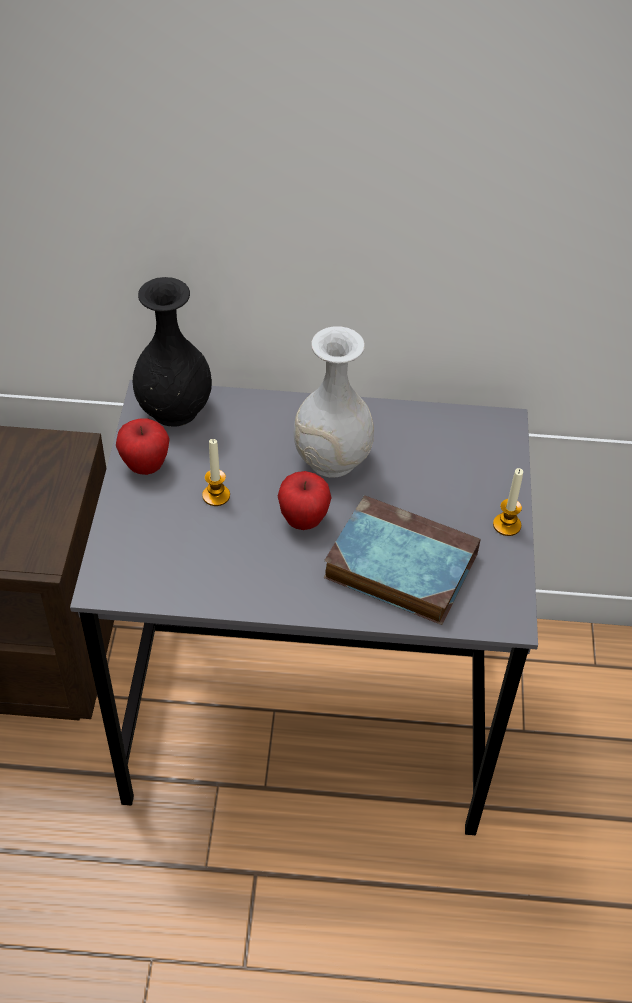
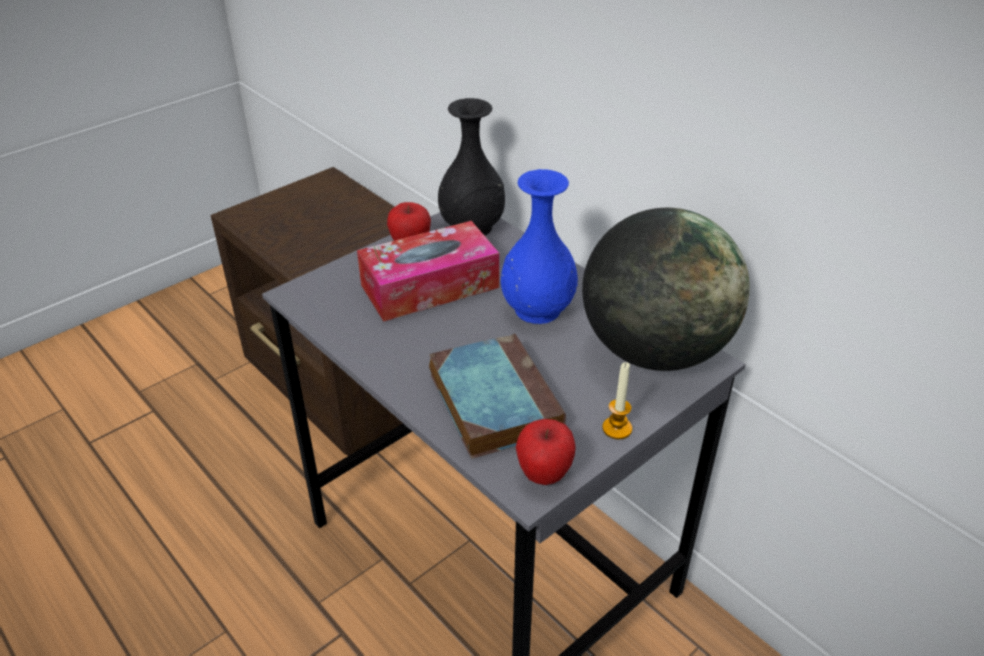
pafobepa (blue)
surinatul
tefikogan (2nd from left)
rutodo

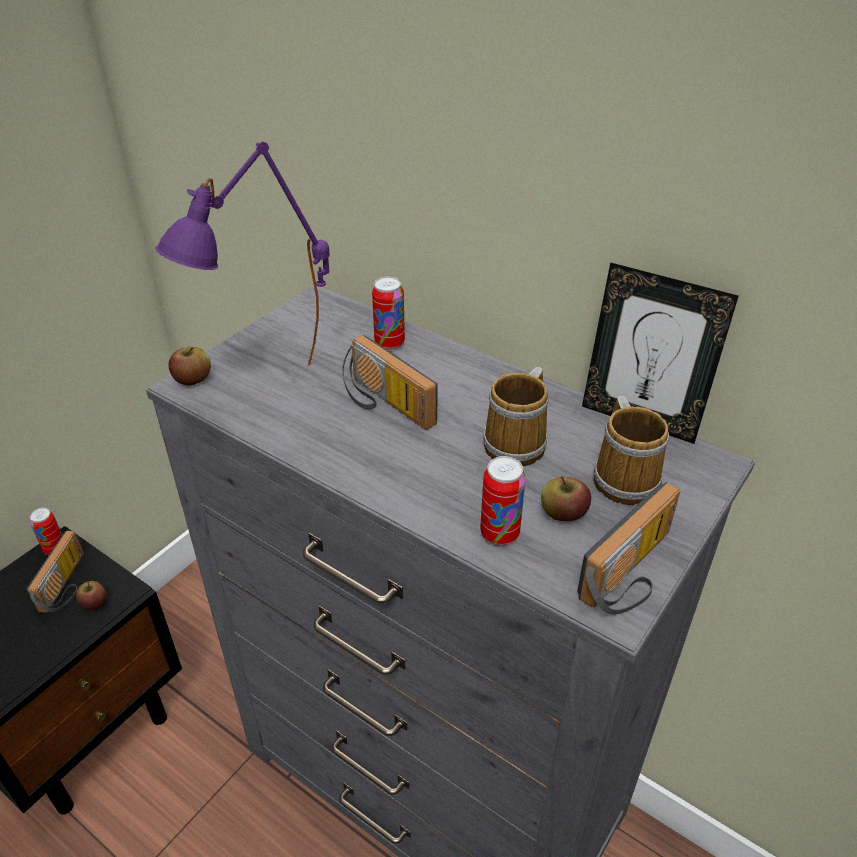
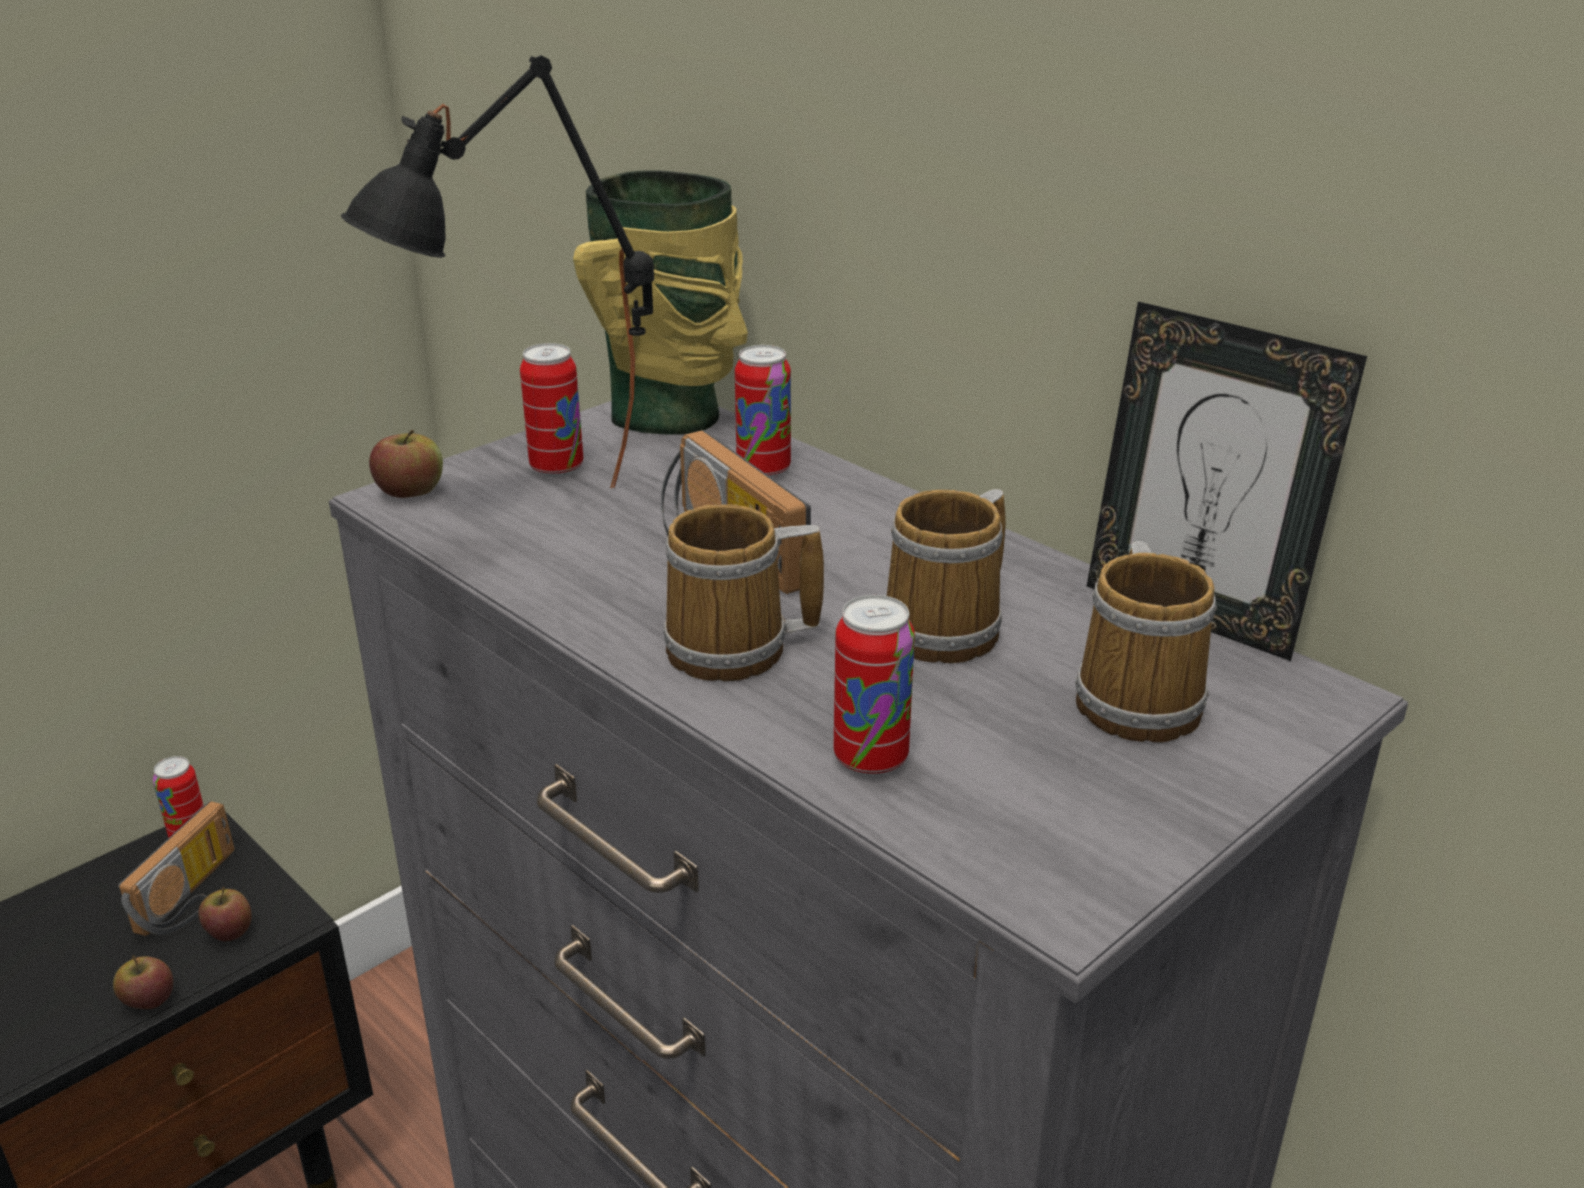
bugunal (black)
tefikogan (1st from left)
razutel (3rd from left in the first image)
pafobepa
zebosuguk (2nd from left)
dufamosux (1st from left)

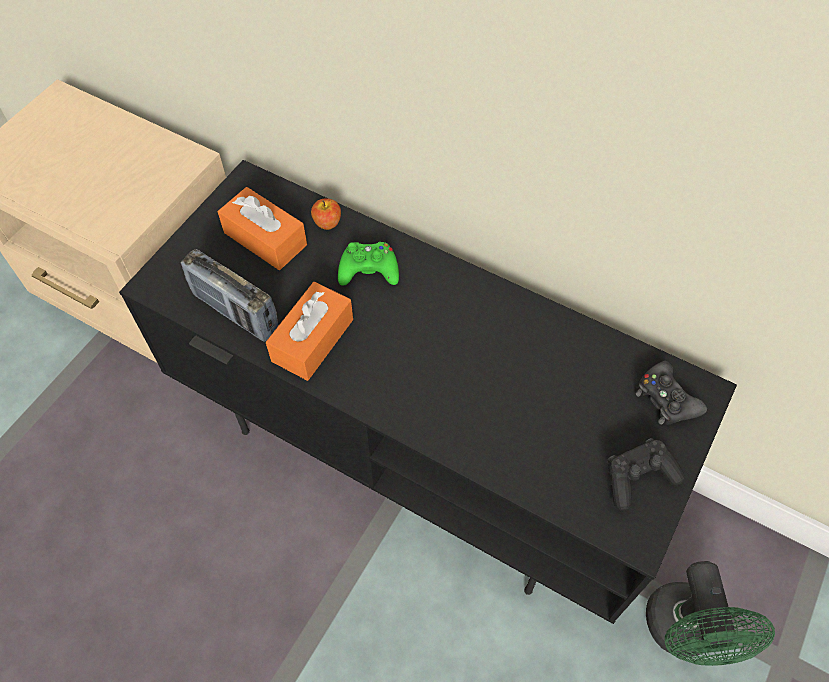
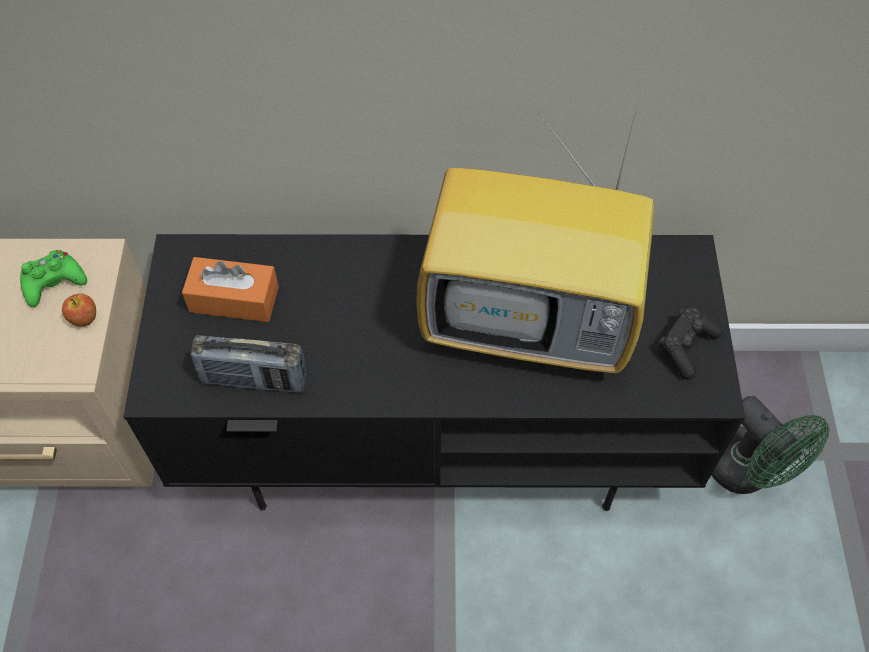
tefikogan
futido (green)
surinatul (orange) (2nd from left in the first image)
futido (black) (2nd from left in the first image)
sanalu

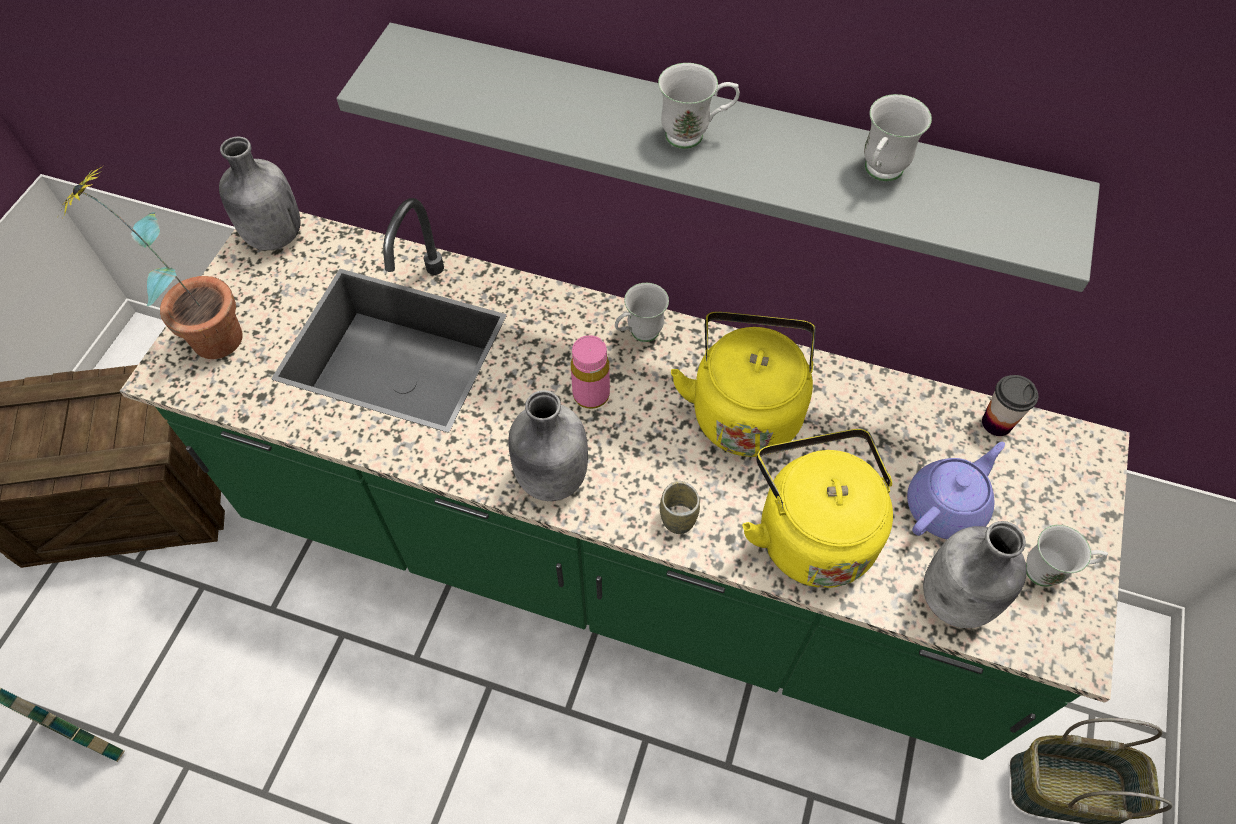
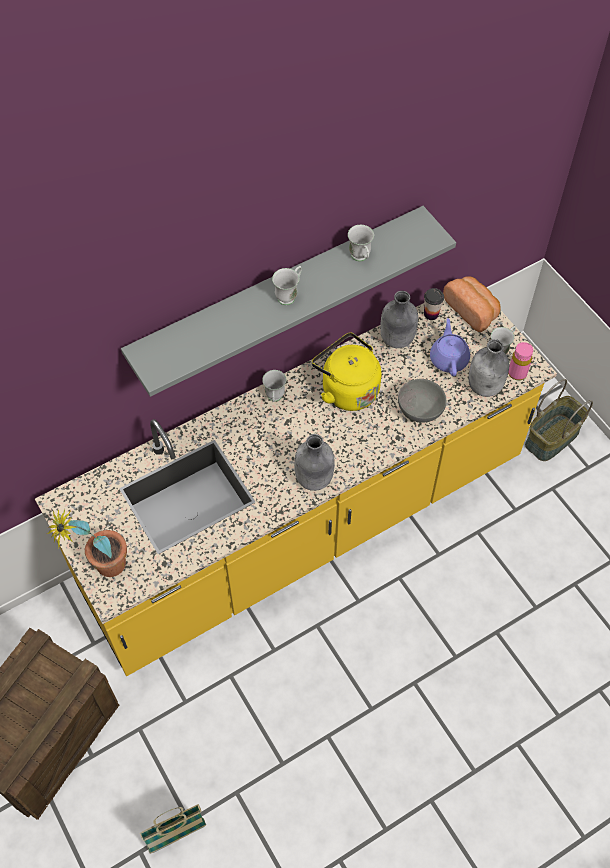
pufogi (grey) (2nd from left)
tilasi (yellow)
pufogi (pink)
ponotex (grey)
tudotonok (1st from left in the first image)
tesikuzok

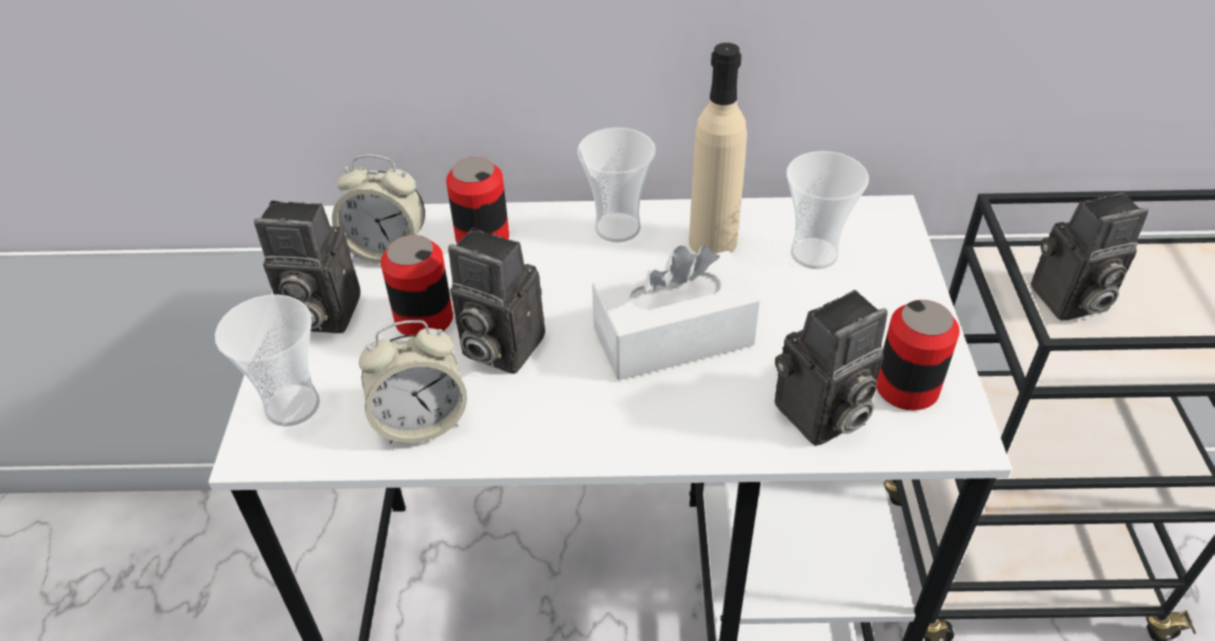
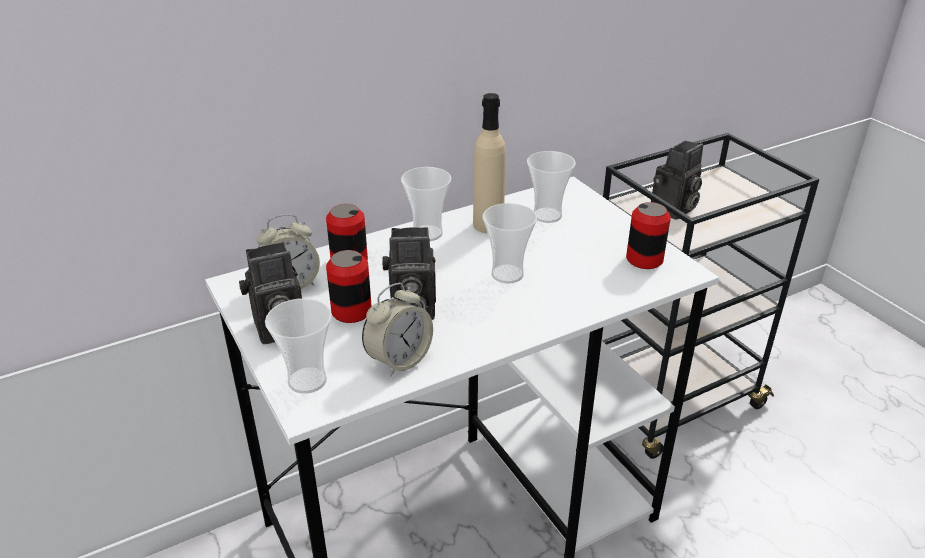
tudotonok (3rd from left)
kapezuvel (3rd from left in the first image)

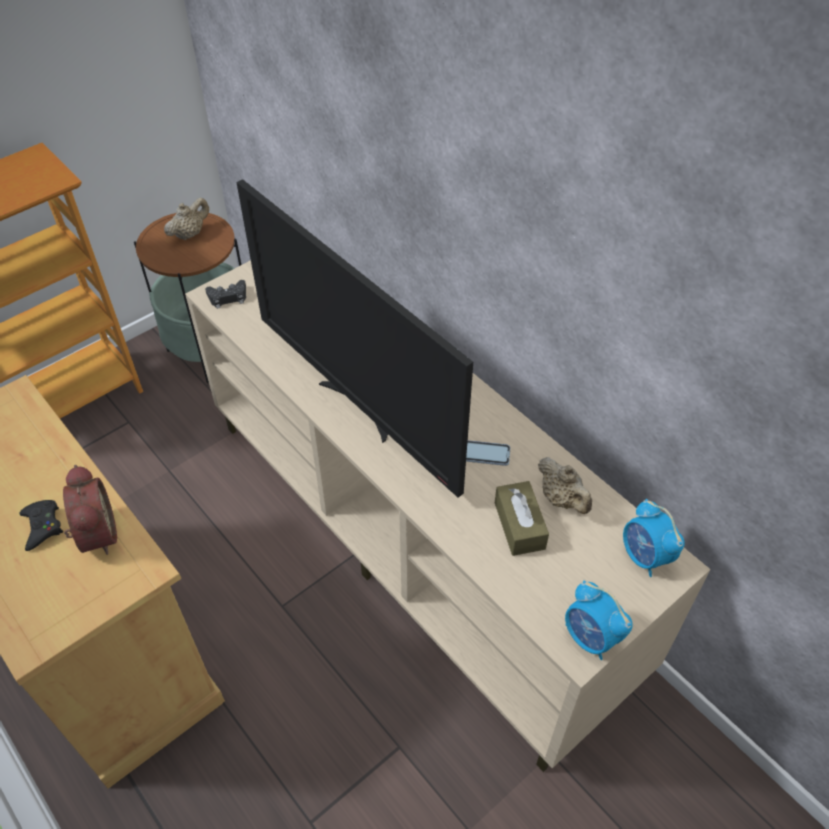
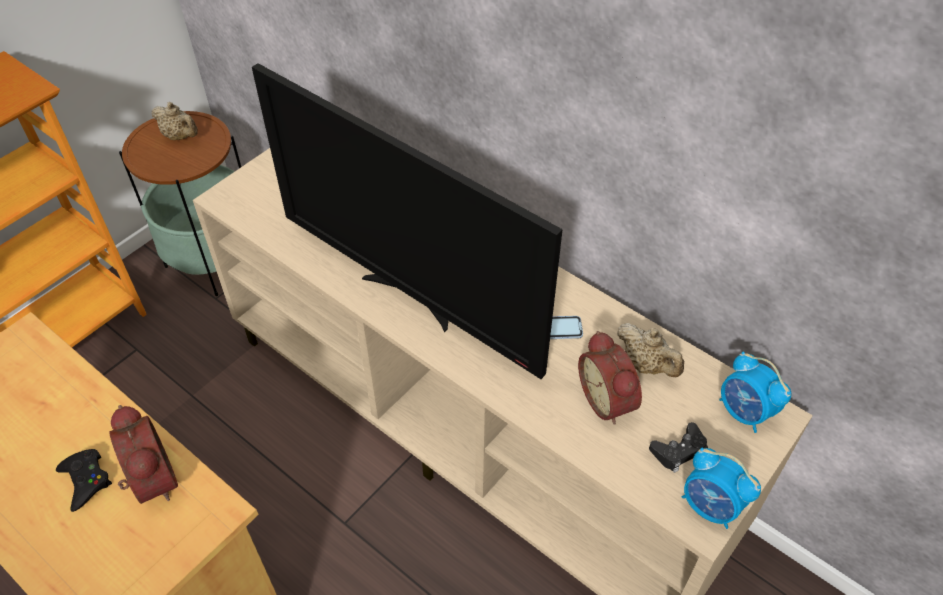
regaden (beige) (1st from left)
futido (black) (2nd from left)
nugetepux (2nd from left)

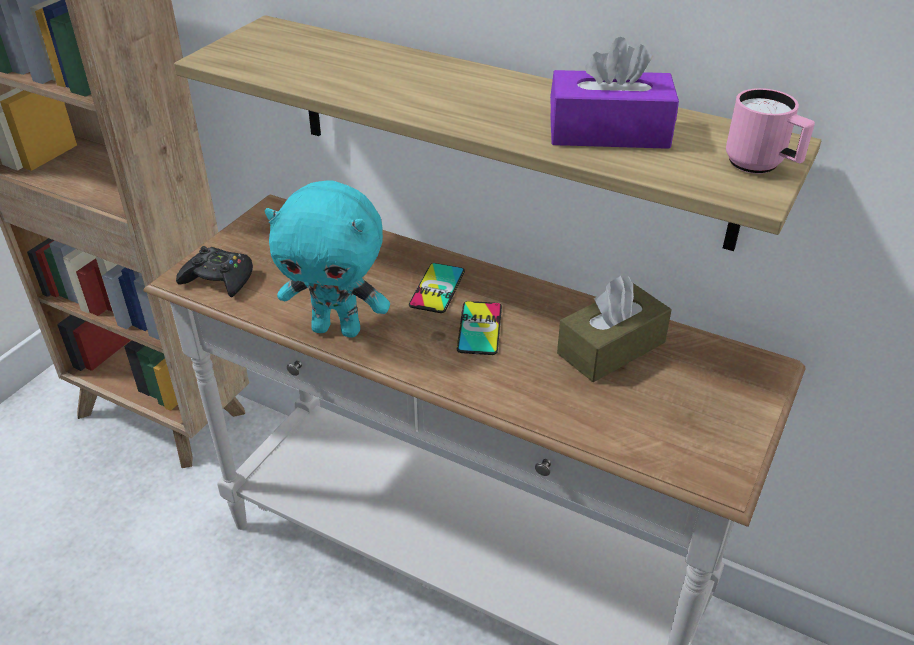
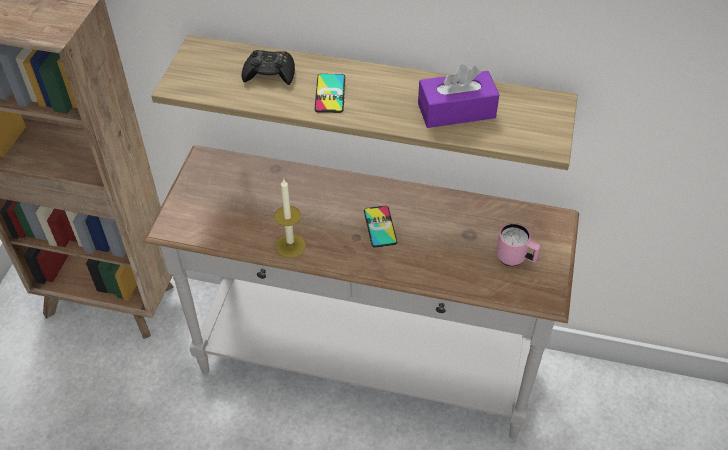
dufamosux (pink)
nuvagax
futido (black)
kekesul (1st from left)
surinatul (brown)

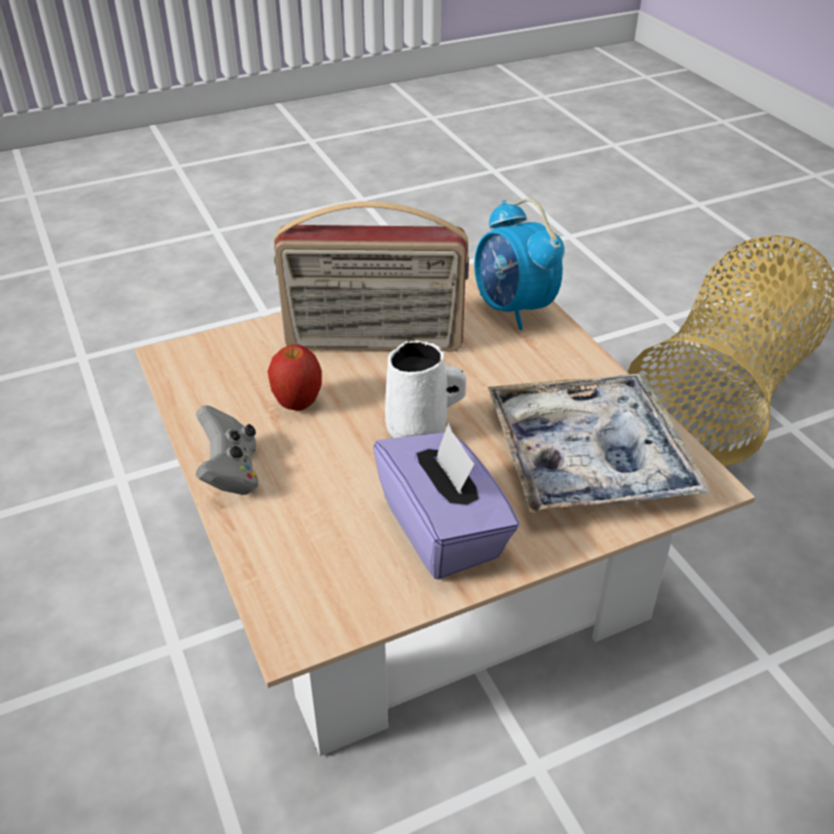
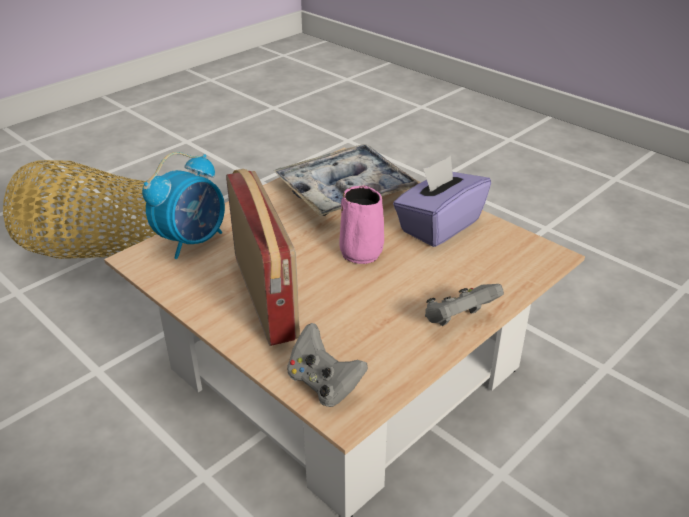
dufamosux (pink)
tefikogan
futido (grey) (1st from left)

